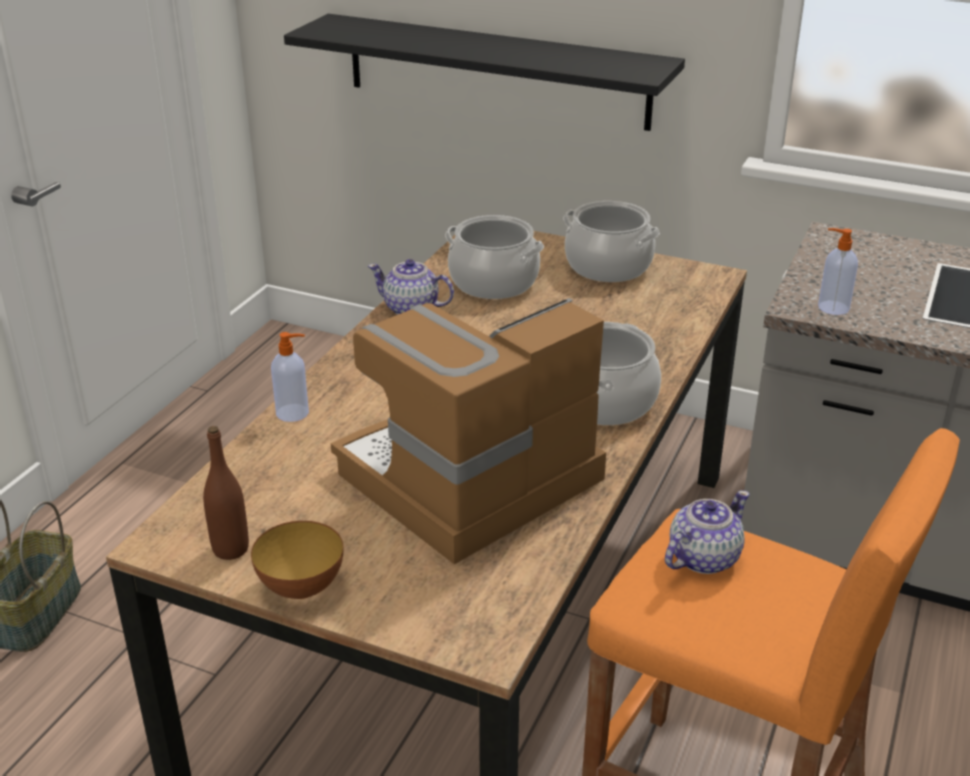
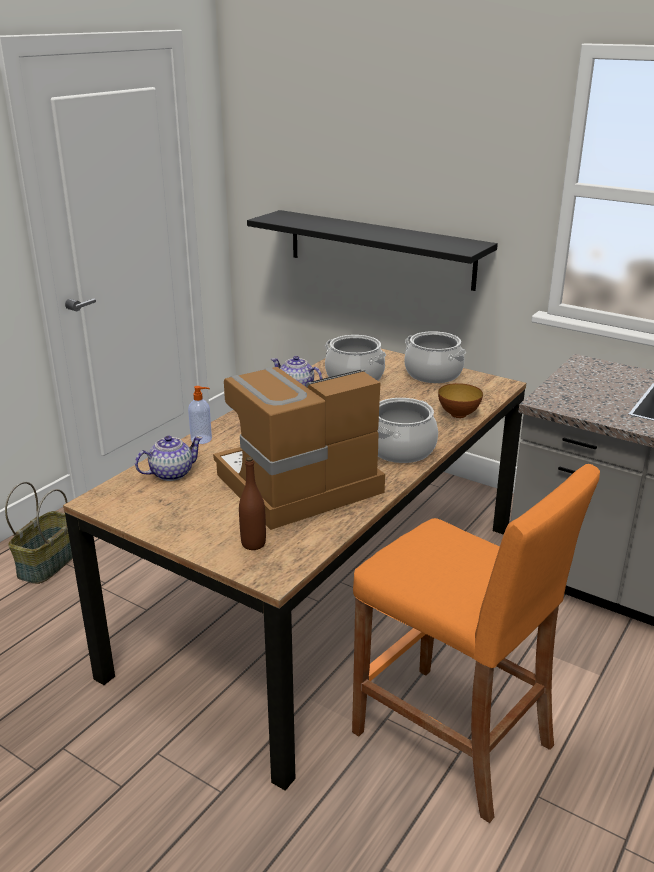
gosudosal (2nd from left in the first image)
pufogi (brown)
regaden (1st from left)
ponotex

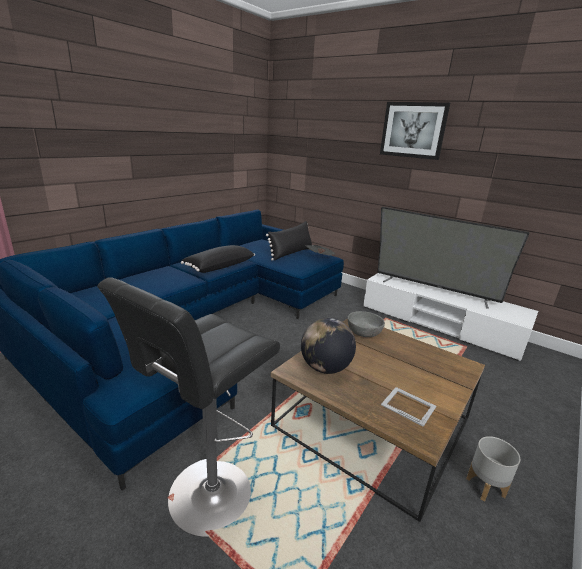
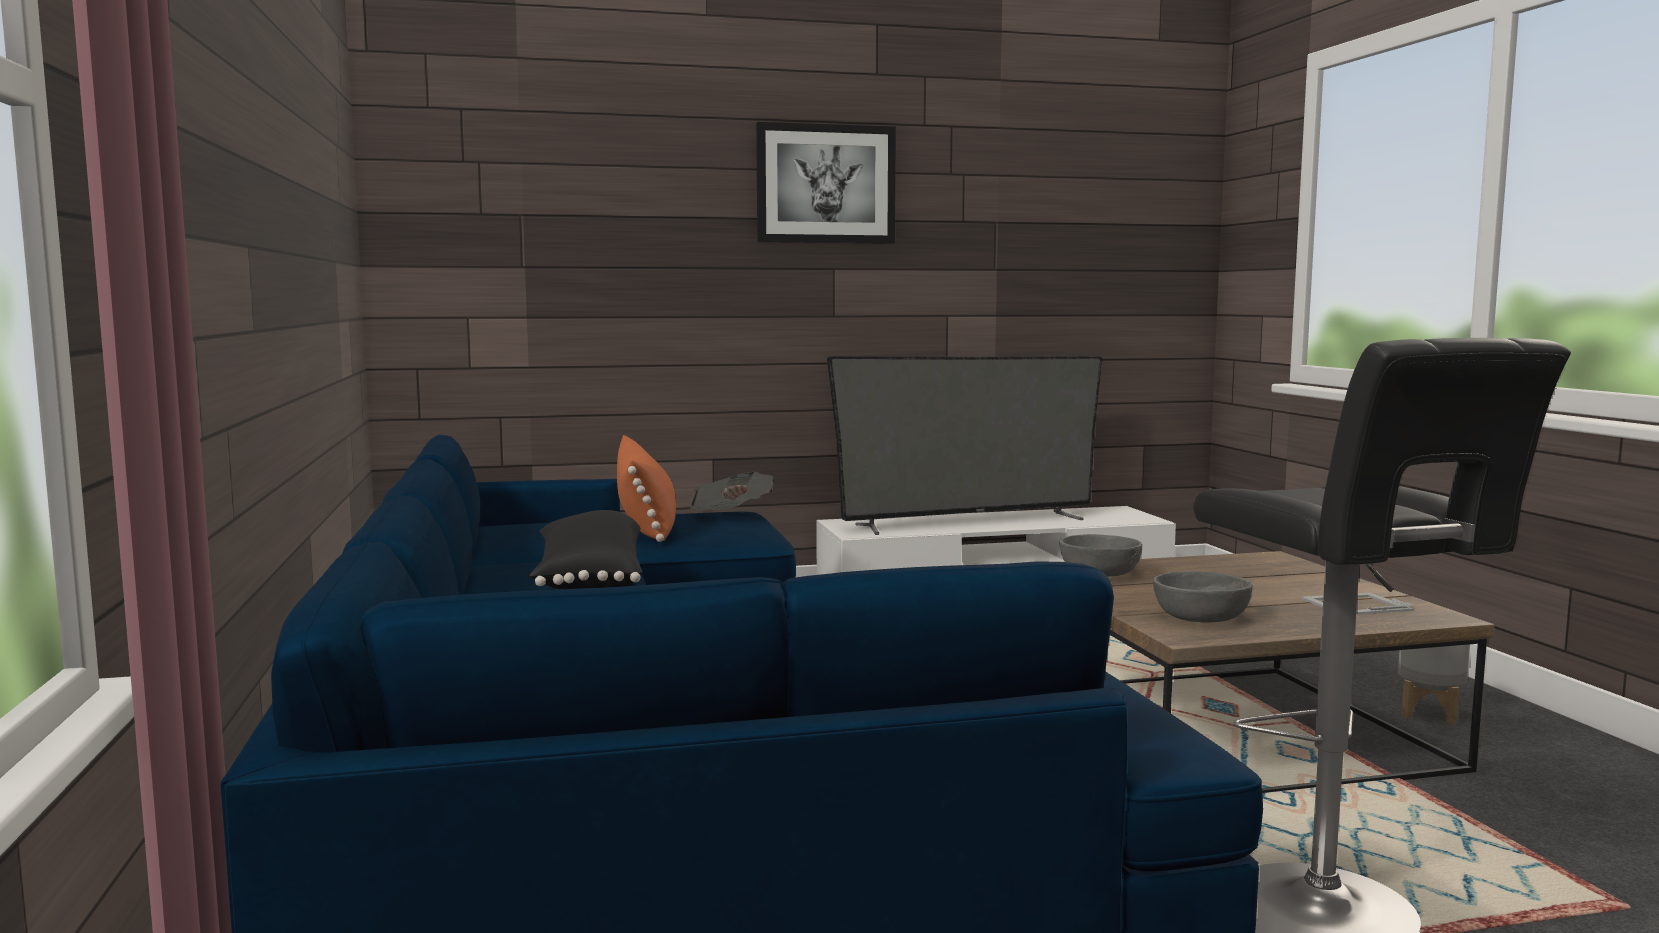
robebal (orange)
ponotex (grey) (2nd from left)

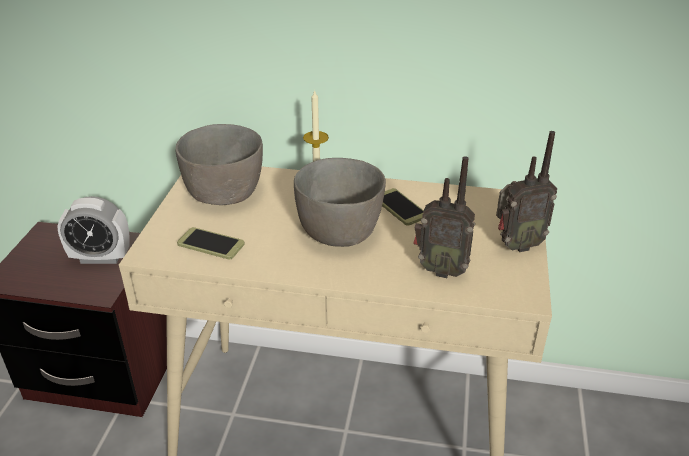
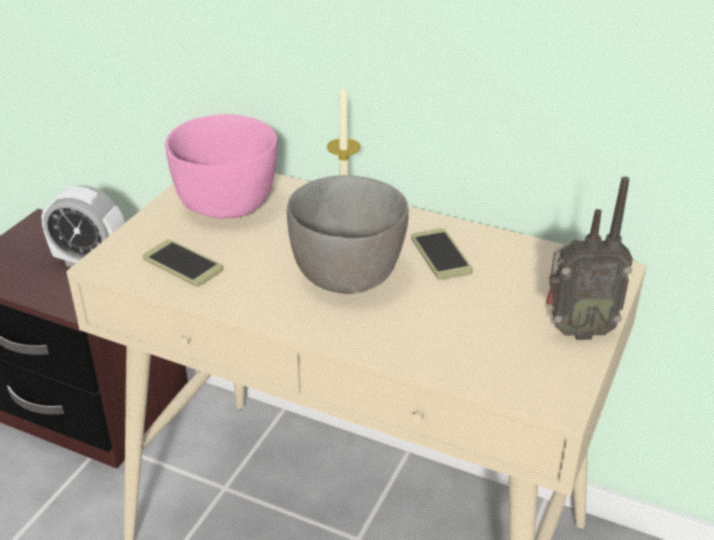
ponotex (pink)
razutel (1st from left in the first image)

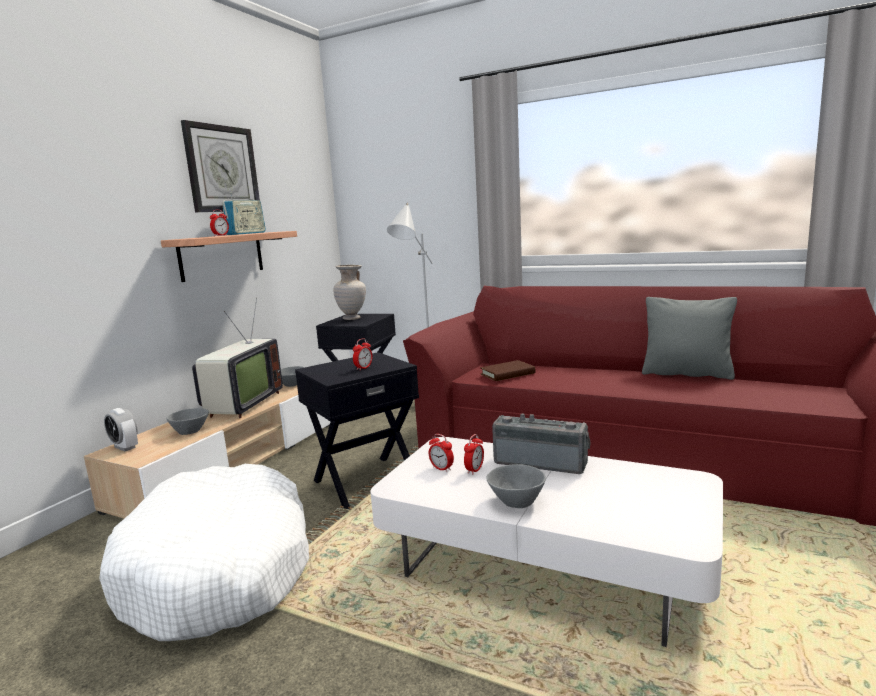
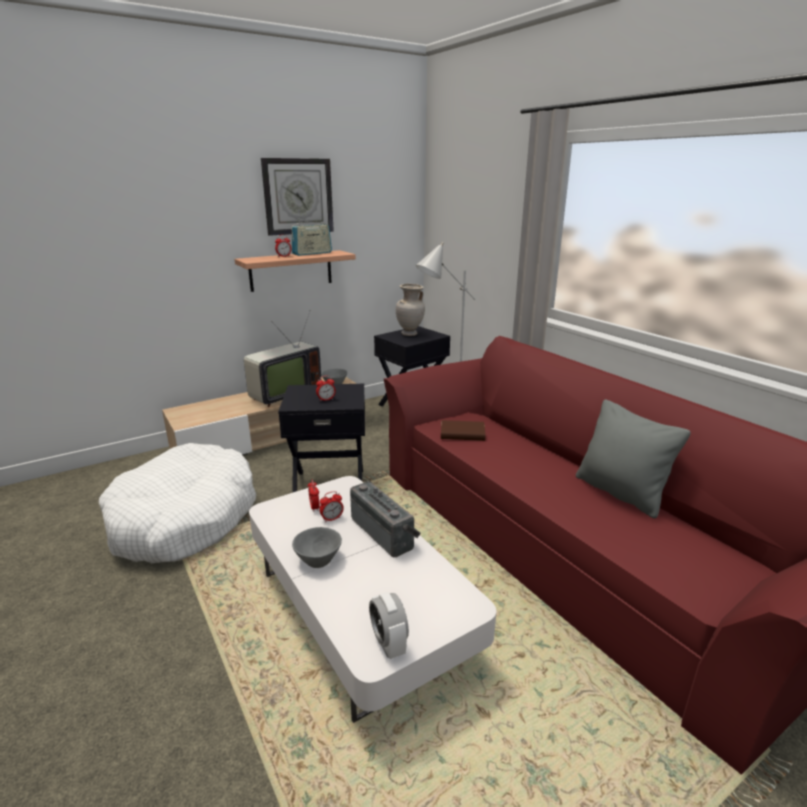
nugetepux (5th from left)
ponotex (grey) (1st from left in the first image)

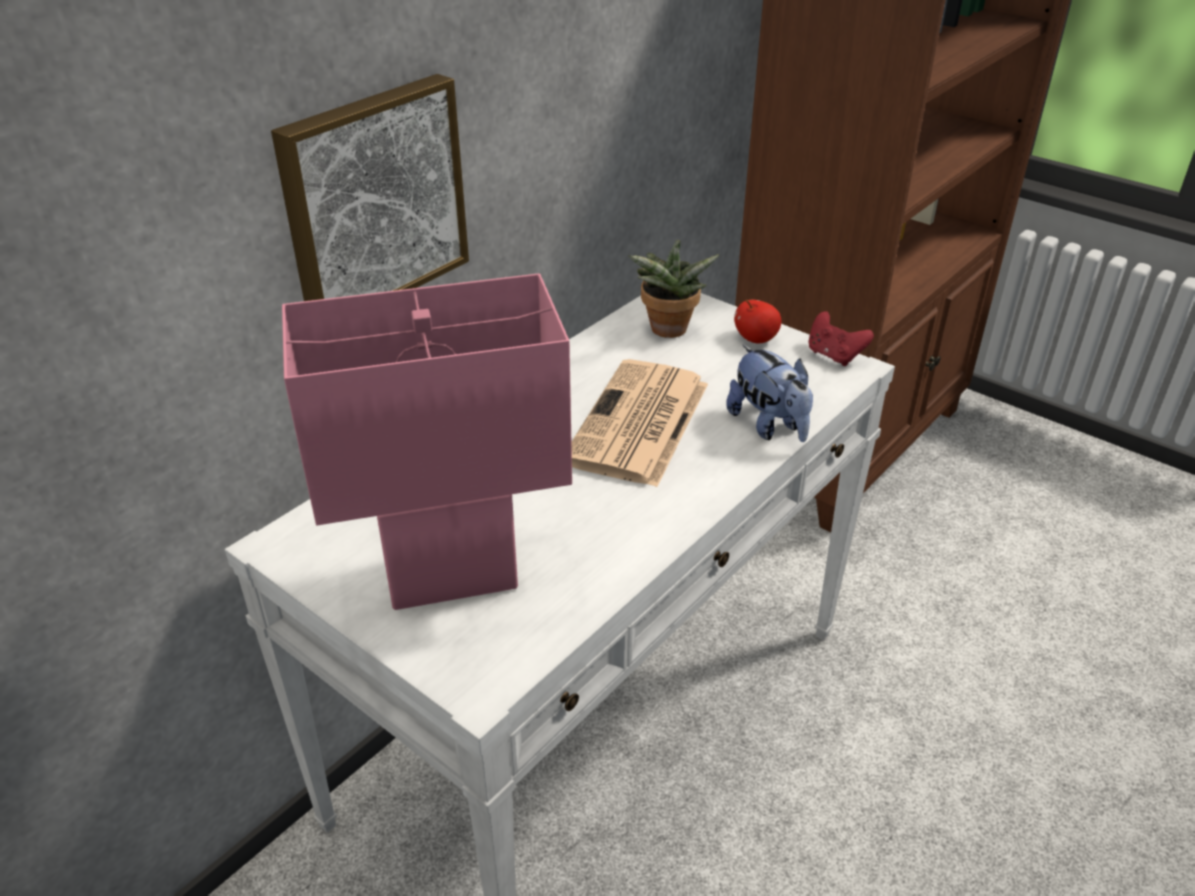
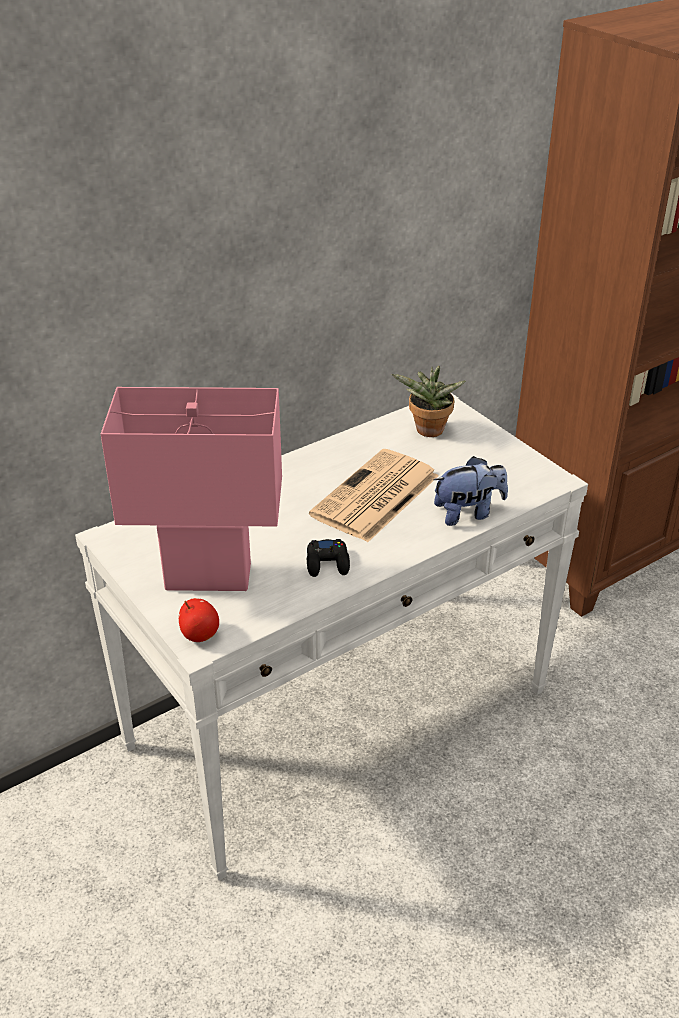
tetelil
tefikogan
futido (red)
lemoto
futido (black)

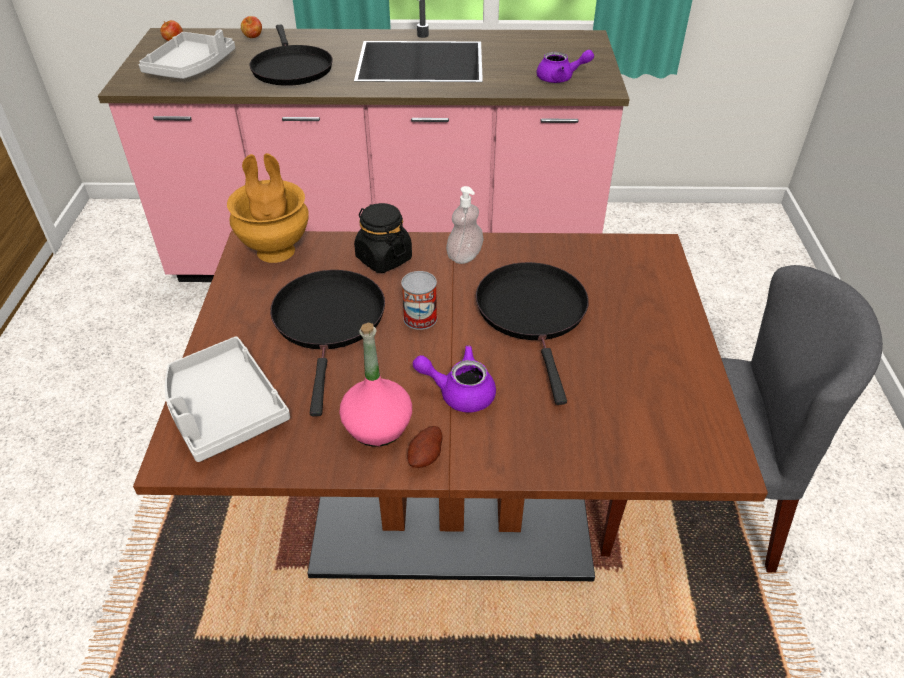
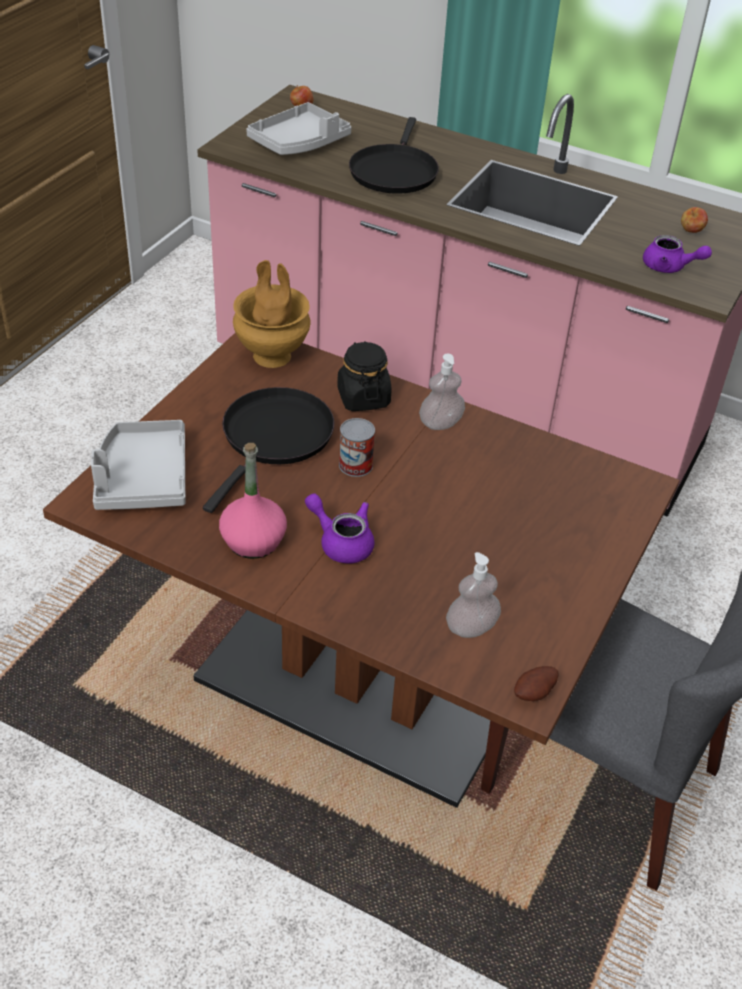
tefikogan (2nd from left)
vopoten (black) (3rd from left in the first image)
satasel
gosudosal (2nd from left)

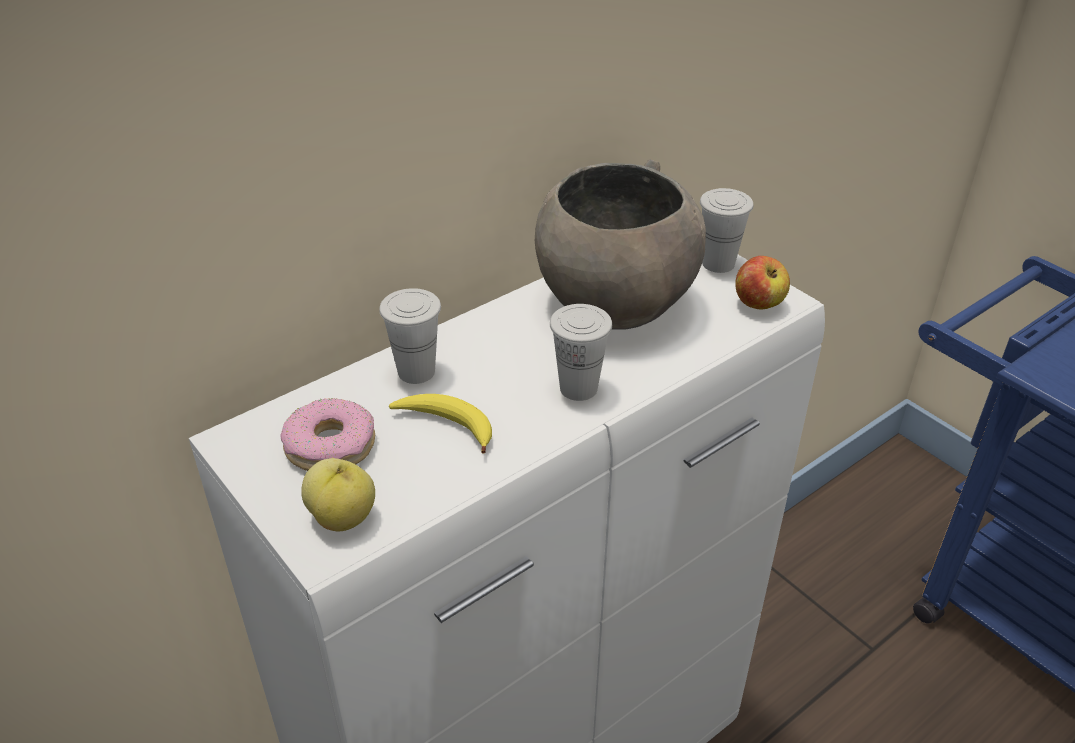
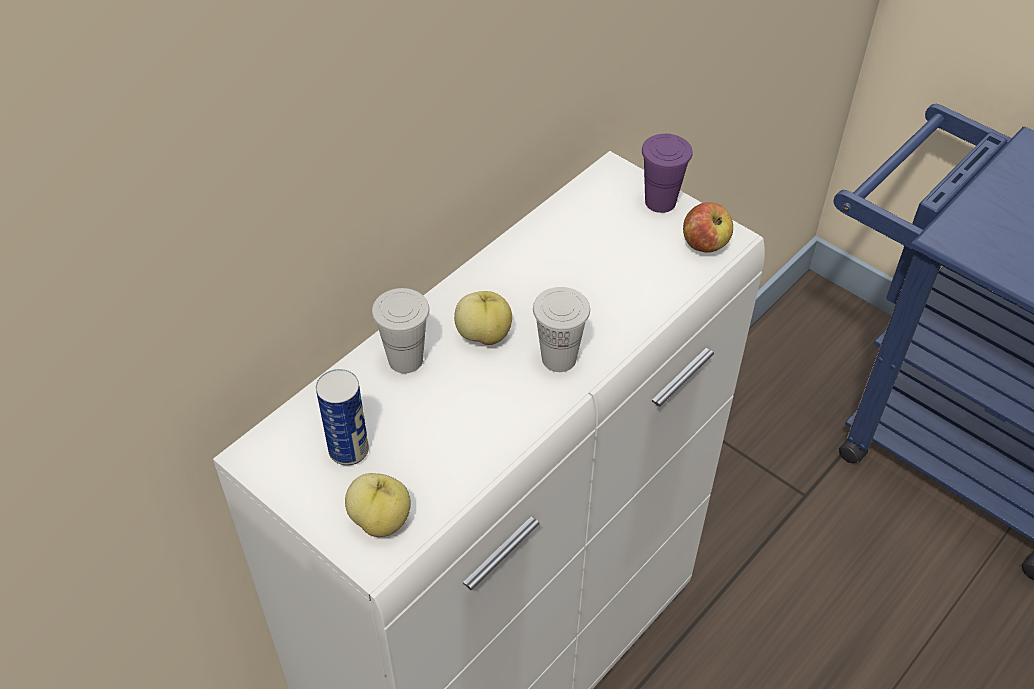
ponotex (grey)
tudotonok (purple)
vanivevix
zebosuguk
tefikogan (2nd from left)

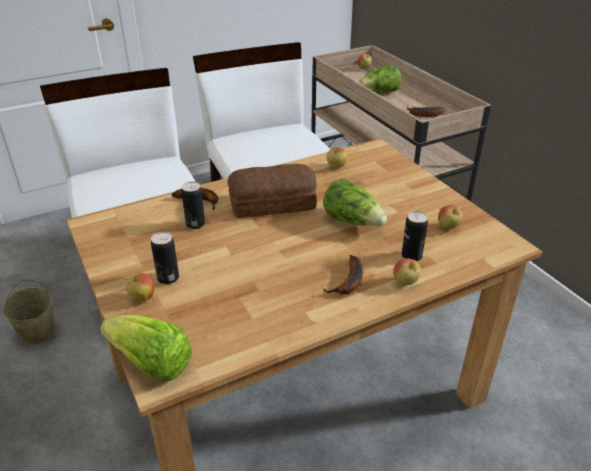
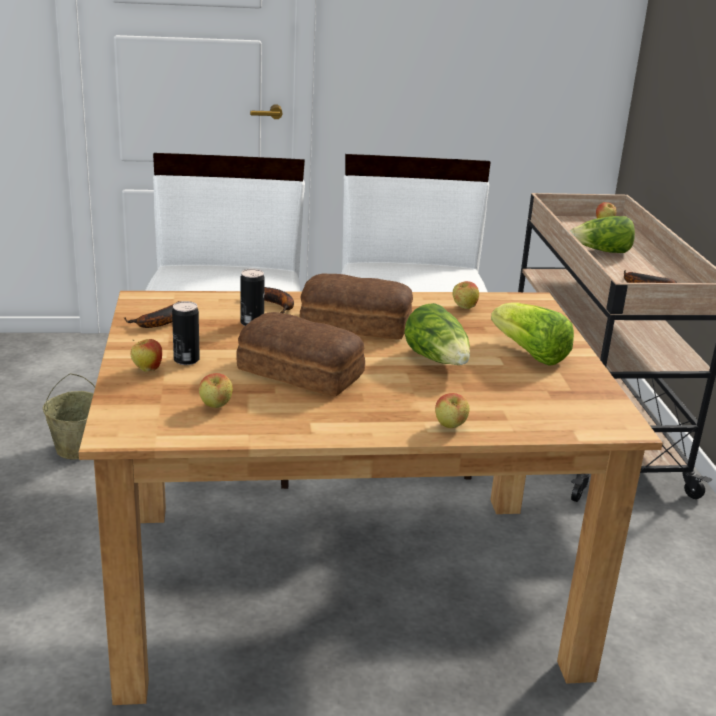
tefikogan (2nd from left)
zebosuguk (3rd from left in the first image)
vanivevix (1st from left)
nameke (2nd from left)
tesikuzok (1st from left)

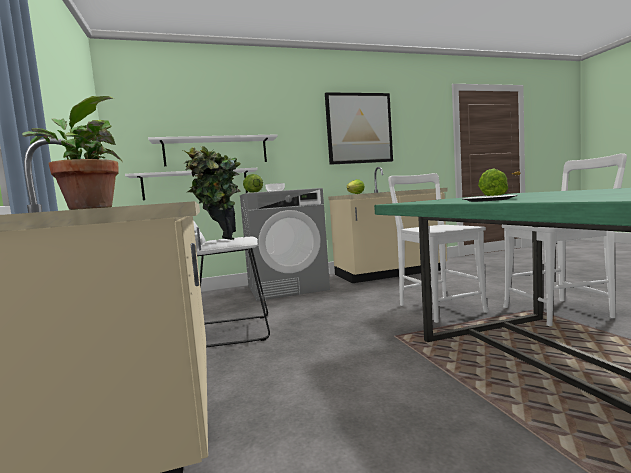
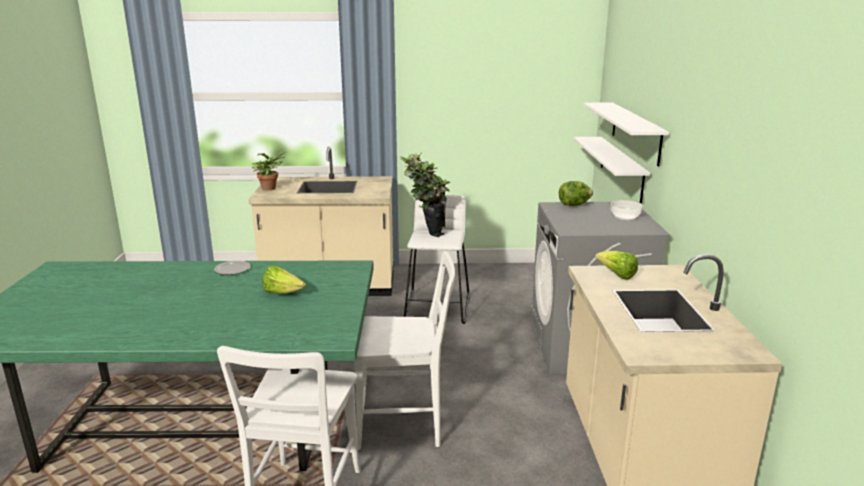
tetelil

